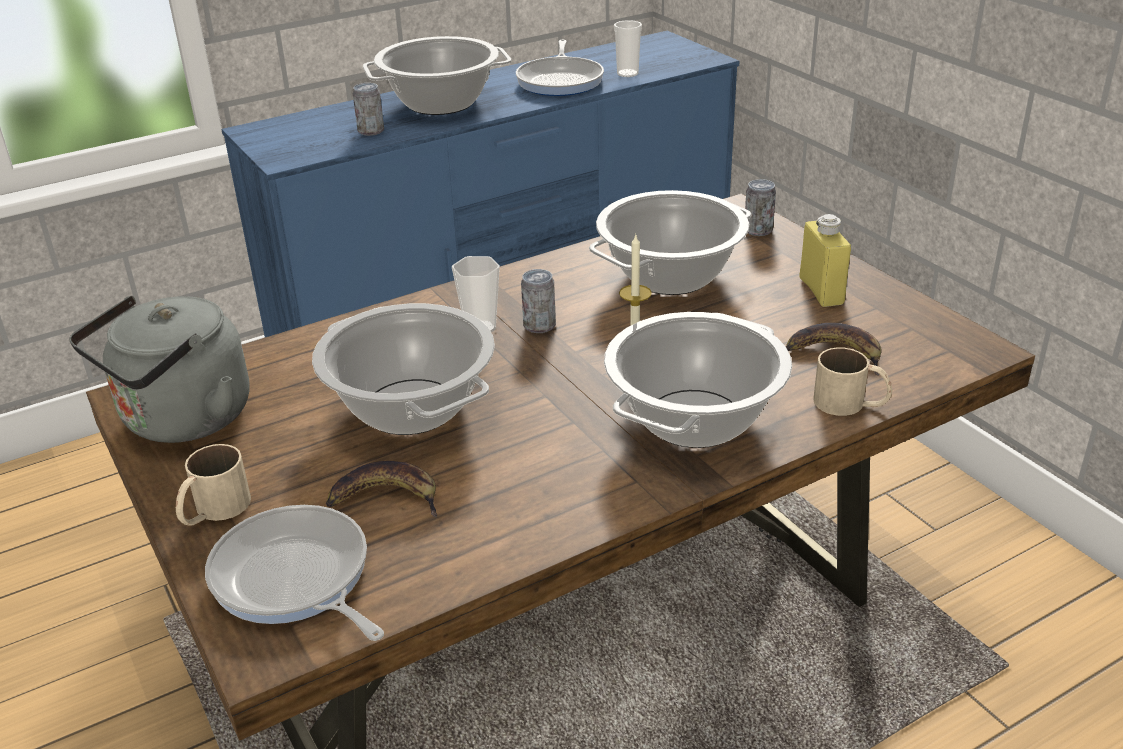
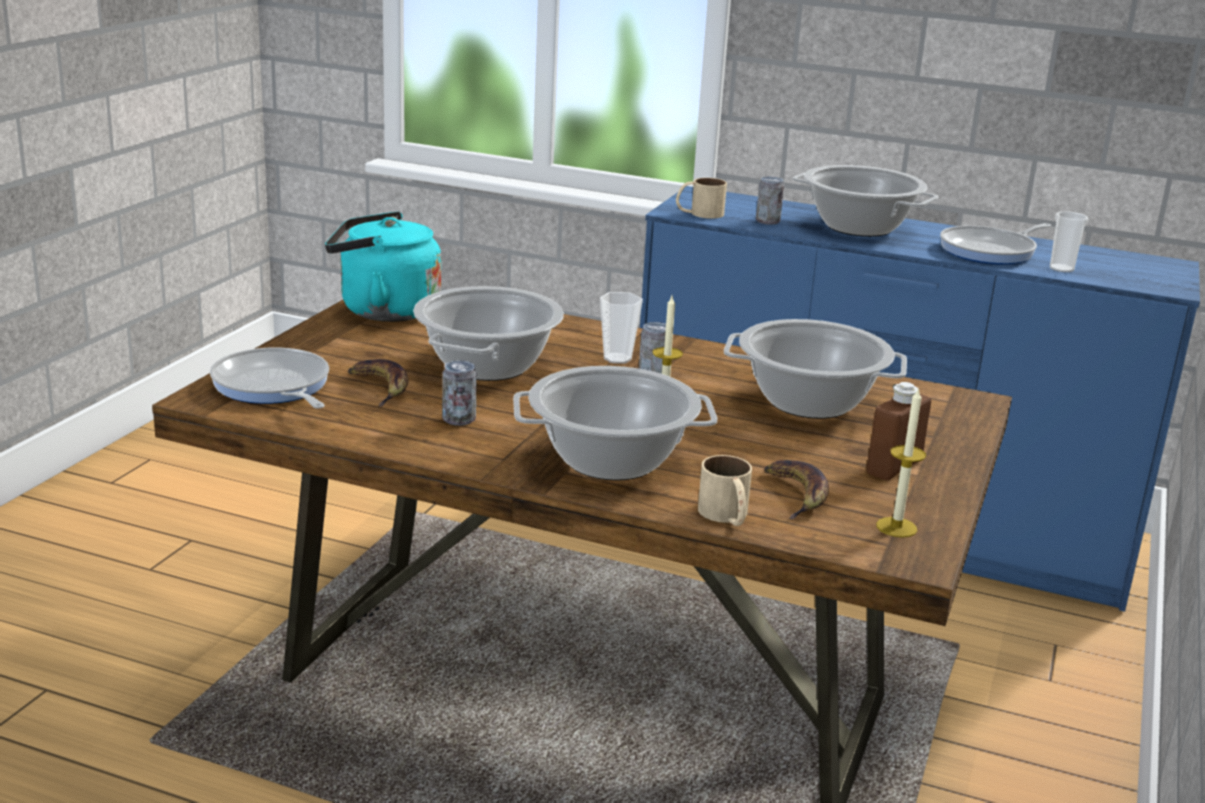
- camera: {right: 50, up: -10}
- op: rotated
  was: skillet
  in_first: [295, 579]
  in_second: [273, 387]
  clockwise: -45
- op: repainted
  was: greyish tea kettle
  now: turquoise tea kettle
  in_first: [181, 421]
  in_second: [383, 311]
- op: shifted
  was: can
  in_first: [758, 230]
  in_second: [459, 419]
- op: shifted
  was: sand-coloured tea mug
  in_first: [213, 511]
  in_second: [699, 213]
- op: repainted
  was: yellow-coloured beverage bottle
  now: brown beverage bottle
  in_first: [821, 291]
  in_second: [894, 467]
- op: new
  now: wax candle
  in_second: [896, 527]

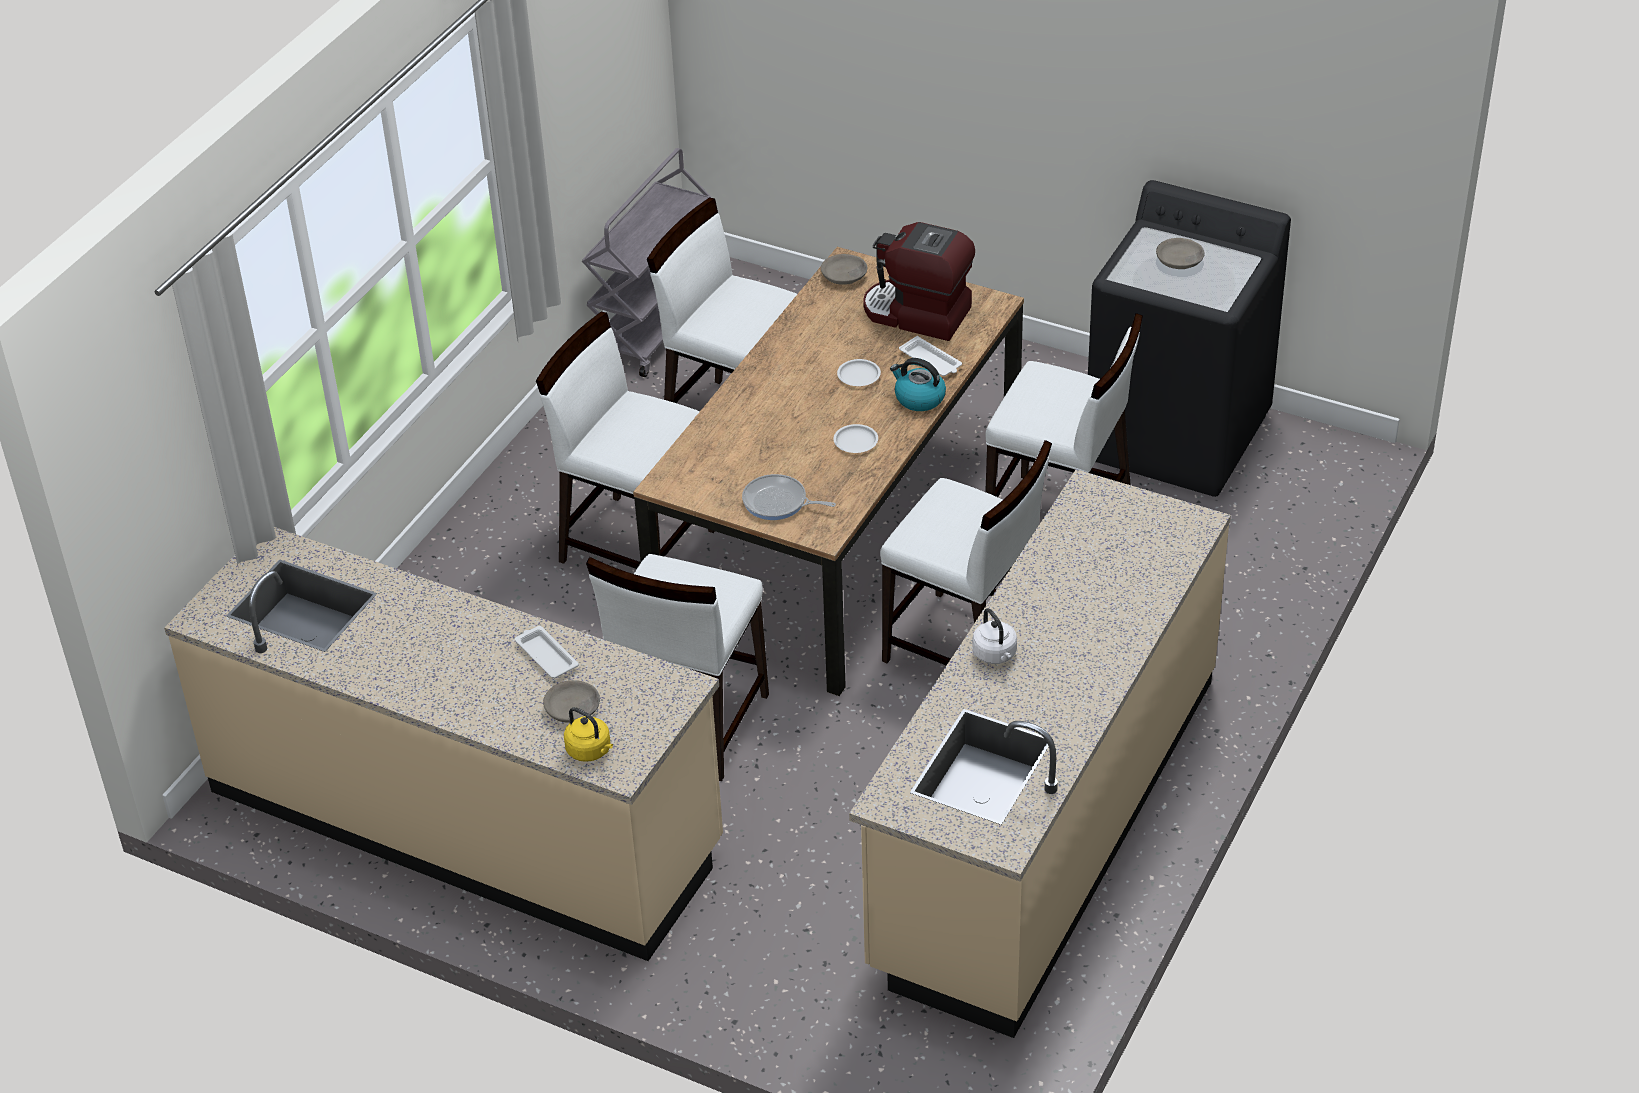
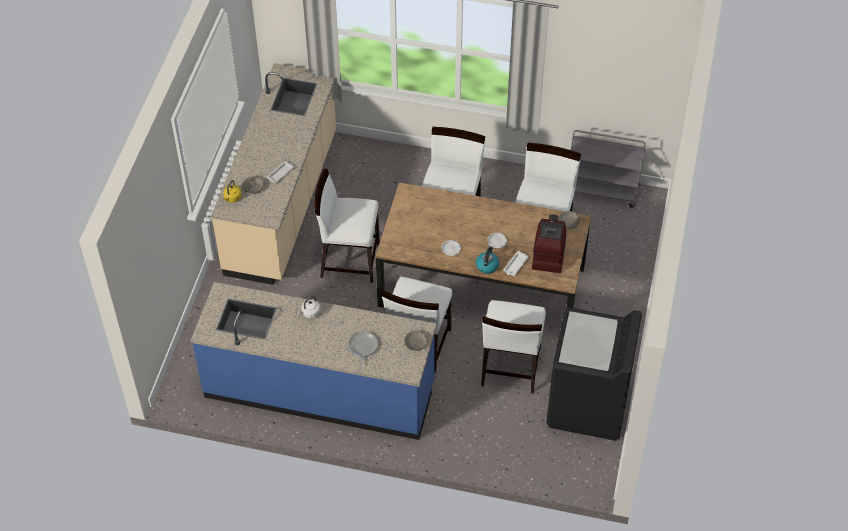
- camera: {right: 75, up: 10}
- op: repainted
  was: sand-coloured kitchen counter
  now: blue-coloured kitchen counter
  in_first: [1043, 823]
  in_second: [320, 389]
- op: shifted
  was: skillet
  in_first: [778, 503]
  in_second: [362, 347]
- op: shifted
  was: greyish deep dish
  in_first: [1180, 261]
  in_second: [415, 343]

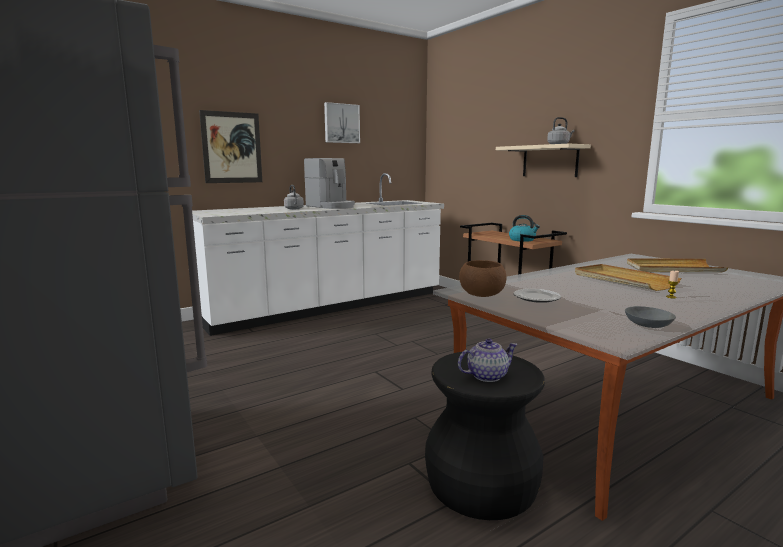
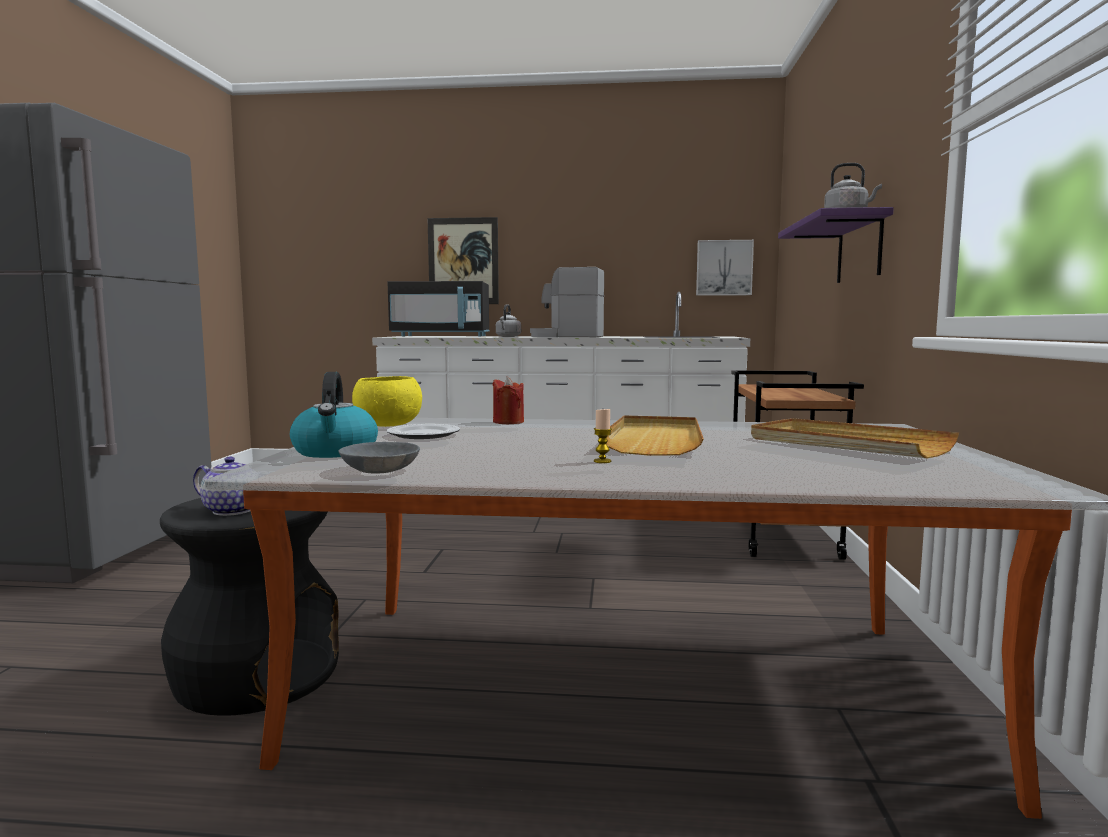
- camera: {right: 40, up: -5}
- op: shifted
  was: tea kettle
  in_first: [522, 240]
  in_second: [335, 452]
- op: repainted
  was: brown deep dish
  now: yellow-coloured deep dish
  in_first: [481, 294]
  in_second: [389, 425]
- op: new
  now: blackish microwave oven
  in_second: [441, 336]
- op: new
  now: reddish wax candle
  in_second: [508, 422]
- op: rotated
  was: coffee machine
  in_first: [331, 206]
  in_second: [567, 336]
  clockwise: 105
- op: shifted
  was: wall picture
  in_first: [341, 123]
  in_second: [724, 268]
- op: repainted
  was: sand-coloured bracket shelf
  now: purple bracket shelf
  in_first: [550, 161]
  in_second: [859, 250]

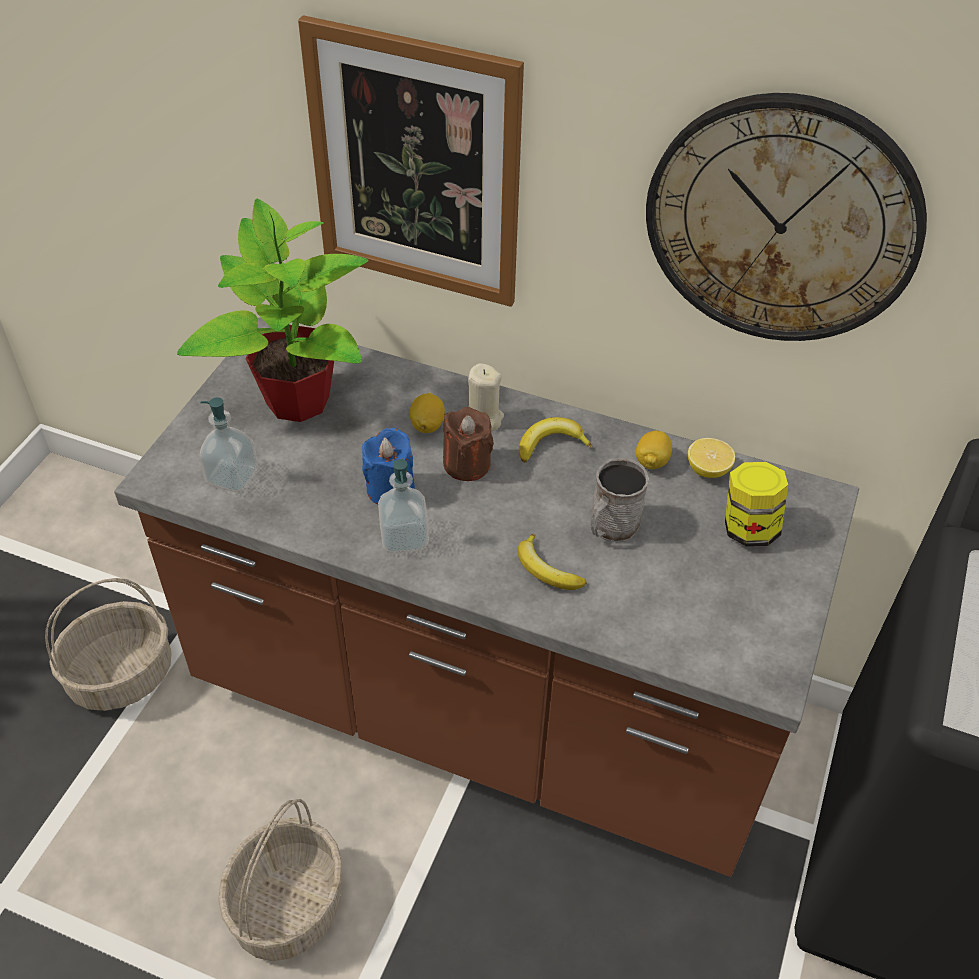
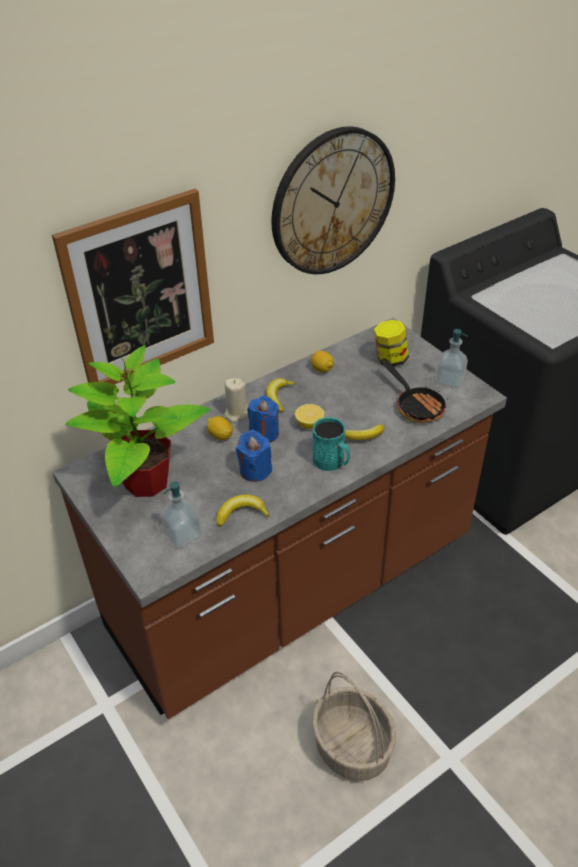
- camera: {right: -55, up: -5}
- op: new
  now: banana fruit
  in_second: [241, 514]
- op: repainted
  was: brown wax candle
  now: blue-coloured wax candle
  in_first: [467, 464]
  in_second: [264, 433]
- op: shifted
  was: lemon
  in_first: [708, 470]
  in_second: [309, 424]
- op: new
  now: turquoise tea mug
  in_second: [332, 462]
- op: new
  now: skillet
  in_second: [415, 405]
- op: shifted
  was: soap bottle
  in_first: [404, 538]
  in_second: [449, 380]
- op: gone
  was: storage basket
  in_first: [121, 677]
- op: gone
  was: greyish tea mug
  in_first: [610, 527]

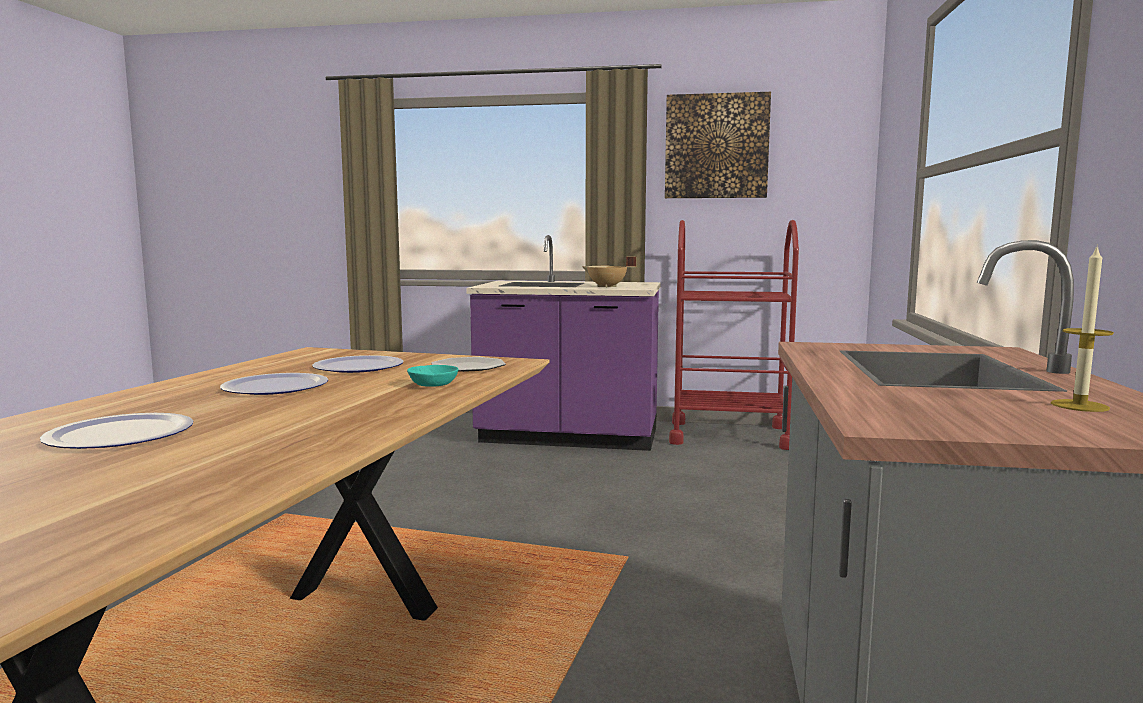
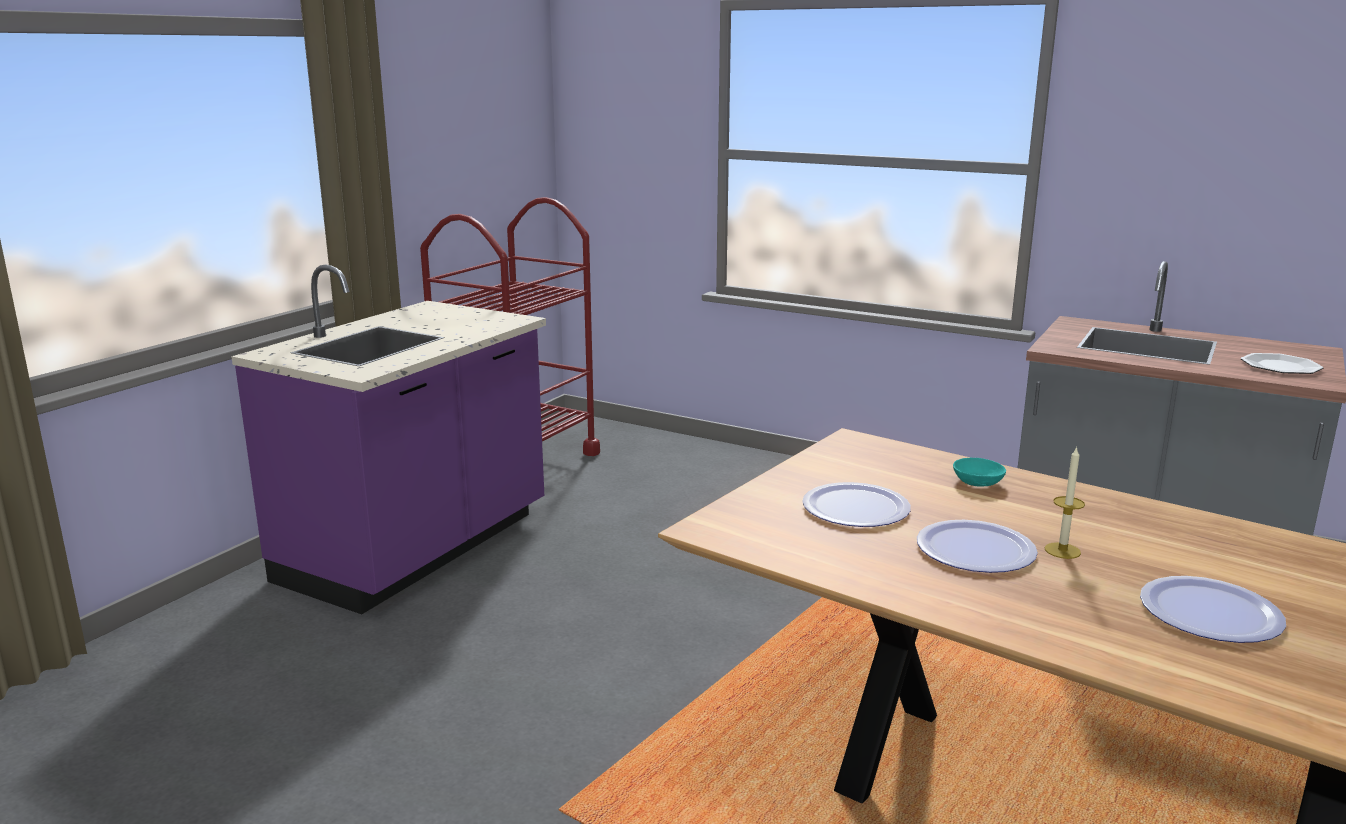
- camera: {right: -70, up: 10}
- op: shifted
  was: wax candle
  in_first: [1079, 406]
  in_second: [1062, 550]
- op: shifted
  was: plate
  in_first: [468, 367]
  in_second: [1280, 366]
- op: gone
  was: sand-coloured stockpot
  in_first: [607, 287]
- op: gone
  was: wall picture
  in_first: [716, 146]

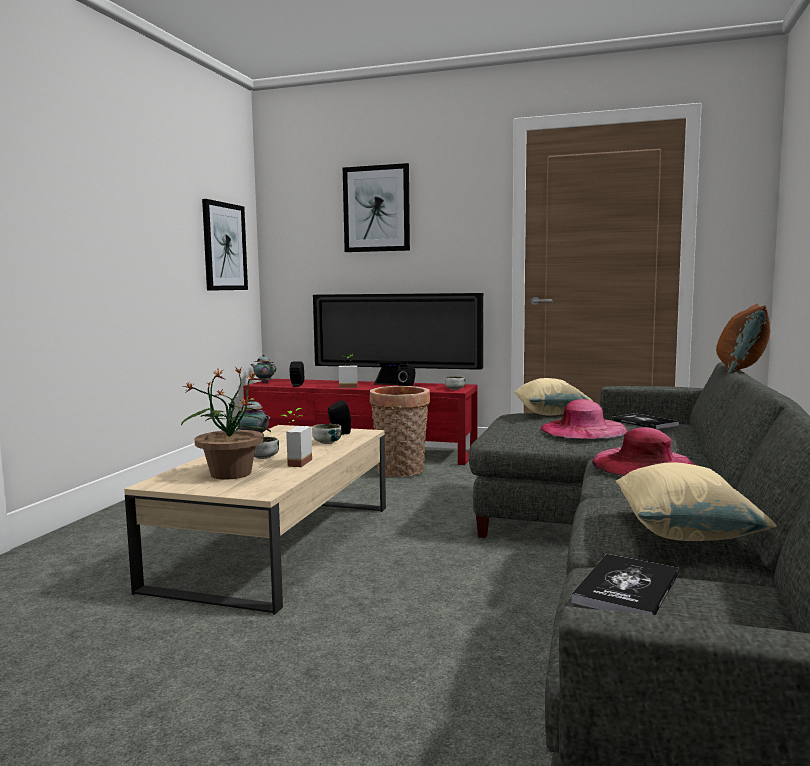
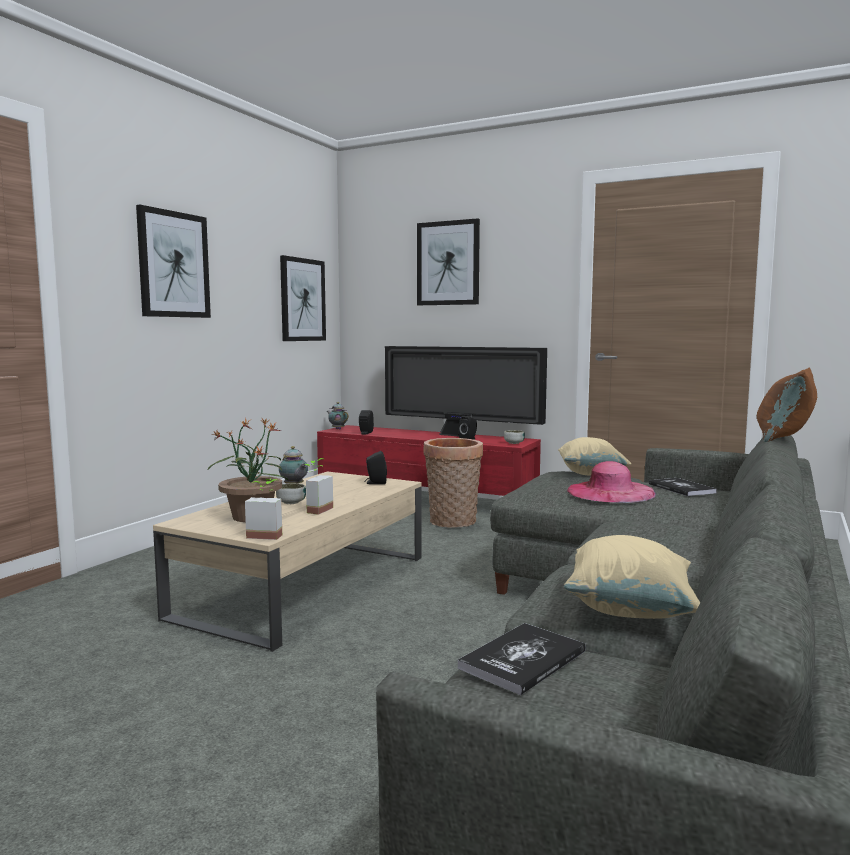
- camera: {right: 10, up: 0}
- op: new
  now: wall picture
  in_second: [173, 264]
- op: shifted
  was: potted plant
  in_first: [348, 386]
  in_second: [266, 534]
- op: gone
  was: deep dish
  in_first: [327, 442]
- op: gone
  was: pink-coloured wearable hat
  in_first: [644, 464]

